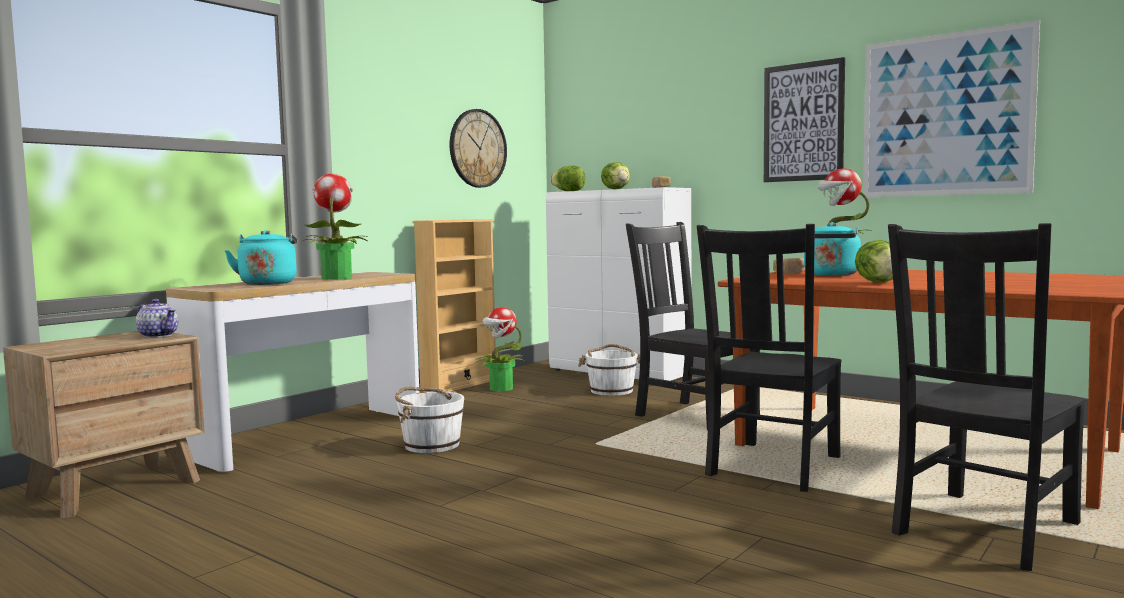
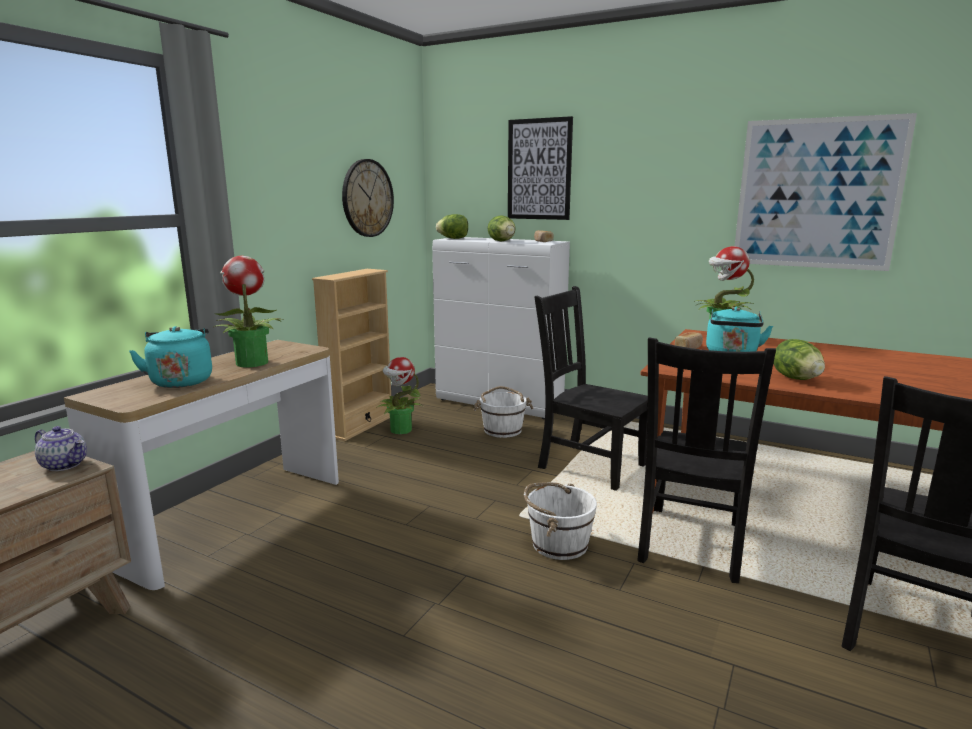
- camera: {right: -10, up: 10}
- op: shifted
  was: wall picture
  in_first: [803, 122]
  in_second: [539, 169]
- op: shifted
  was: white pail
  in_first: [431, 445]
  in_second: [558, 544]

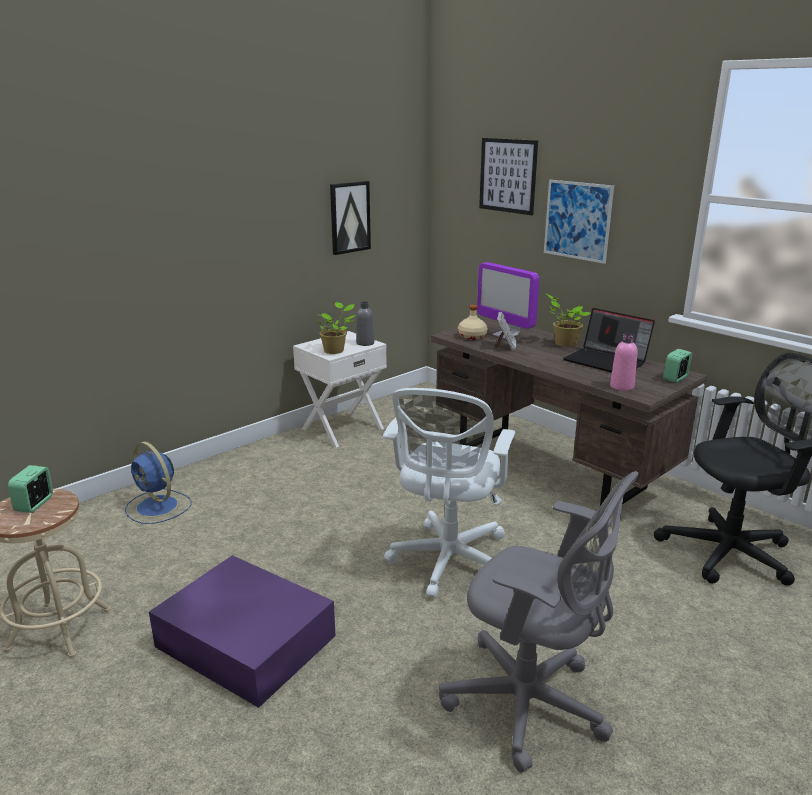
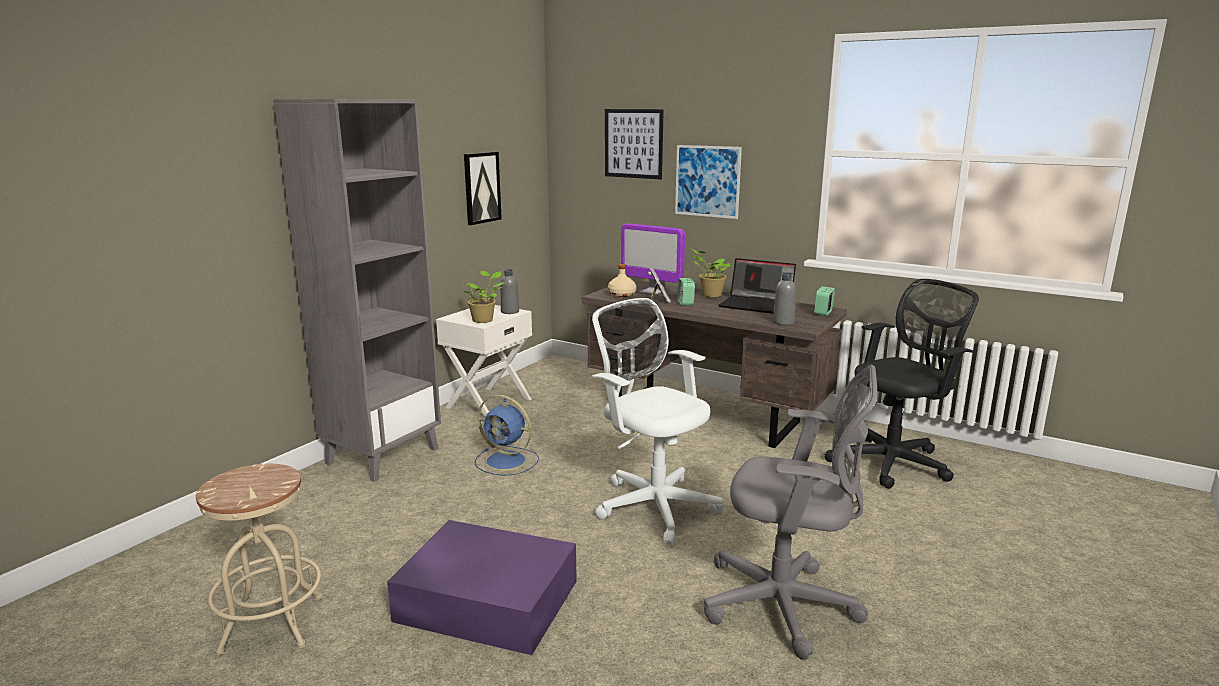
- camera: {right: -15, up: -5}
- op: new
  now: greyish bookcase
  in_second: [383, 455]
- op: shifted
  was: blue-coloured electric fan
  in_first: [158, 507]
  in_second: [507, 461]
- op: rotated
  was: white desk chair
  in_first: [448, 562]
  in_second: [653, 504]
  clockwise: 135
- op: shifted
  was: table clock
  in_first: [35, 504]
  in_second: [685, 303]
- op: repainted
  was: pink-coloured beverage bottle
  now: greyish beverage bottle
  in_first: [621, 387]
  in_second: [783, 322]

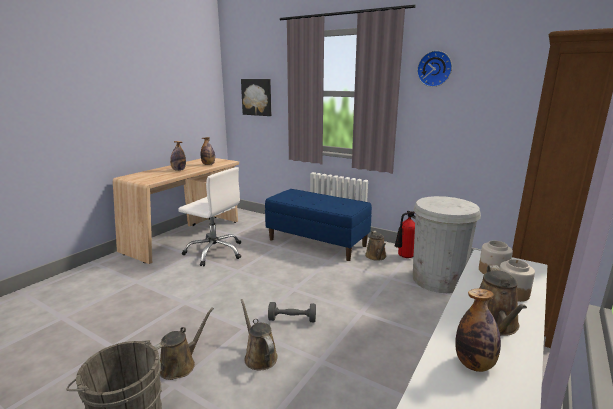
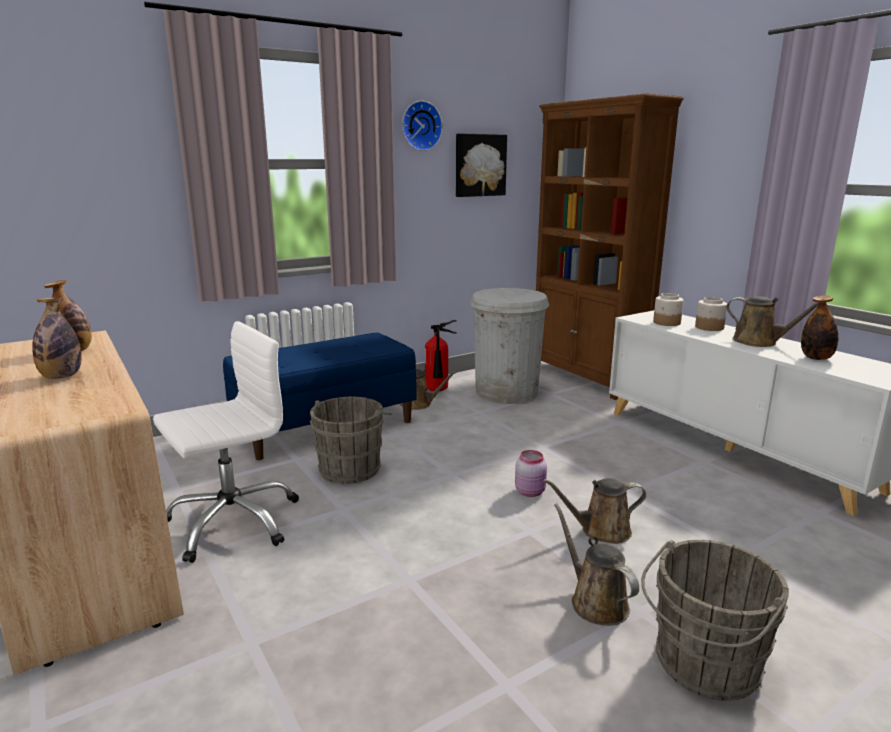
- camera: {right: -65, up: 0}
- op: new
  now: greyish pail
  in_second: [352, 467]
- op: shifted
  was: wall picture
  in_first: [257, 97]
  in_second: [479, 165]
- op: swapped
  was: greyish dumbbell
  now: pink-coloured jar
  in_first: [292, 319]
  in_second: [530, 492]

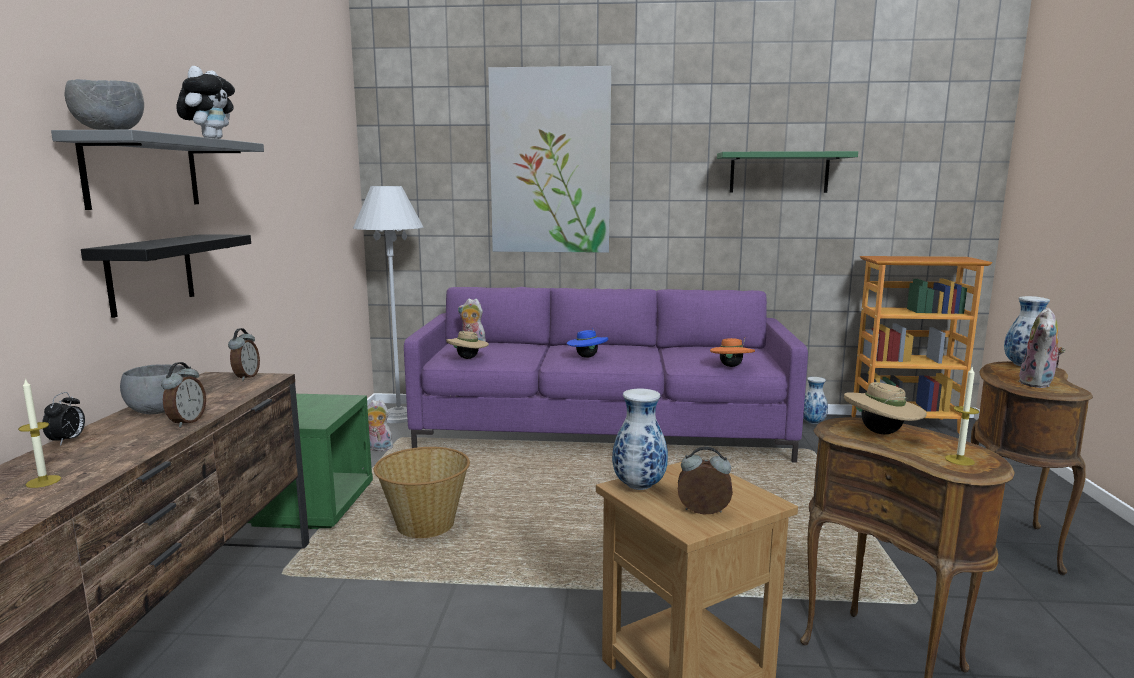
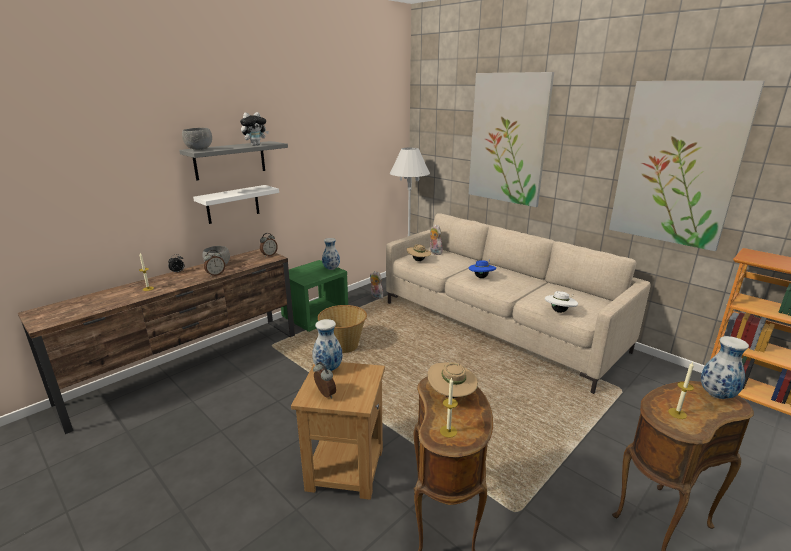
- camera: {right: 40, up: 10}
- op: repainted
  was: blackish bracket shelf
  now: white bracket shelf
  in_first: [151, 273]
  in_second: [233, 204]
- op: shifted
  was: flower vase
  in_first: [813, 422]
  in_second: [331, 269]
- op: repainted
  was: purple sofa
  now: sand-coloured sofa
  in_first: [602, 433]
  in_second: [497, 326]
- op: repainted
  was: orange wearable hat
  now: white wearable hat
  in_first: [731, 366]
  in_second: [559, 311]
- op: swapped
  was: green-coloured bracket shelf
  now: wall picture
  in_first: [779, 173]
  in_second: [677, 164]
- op: swapped
  was: cuddly toy
  now: wax candle
  in_first: [1038, 384]
  in_second: [677, 413]

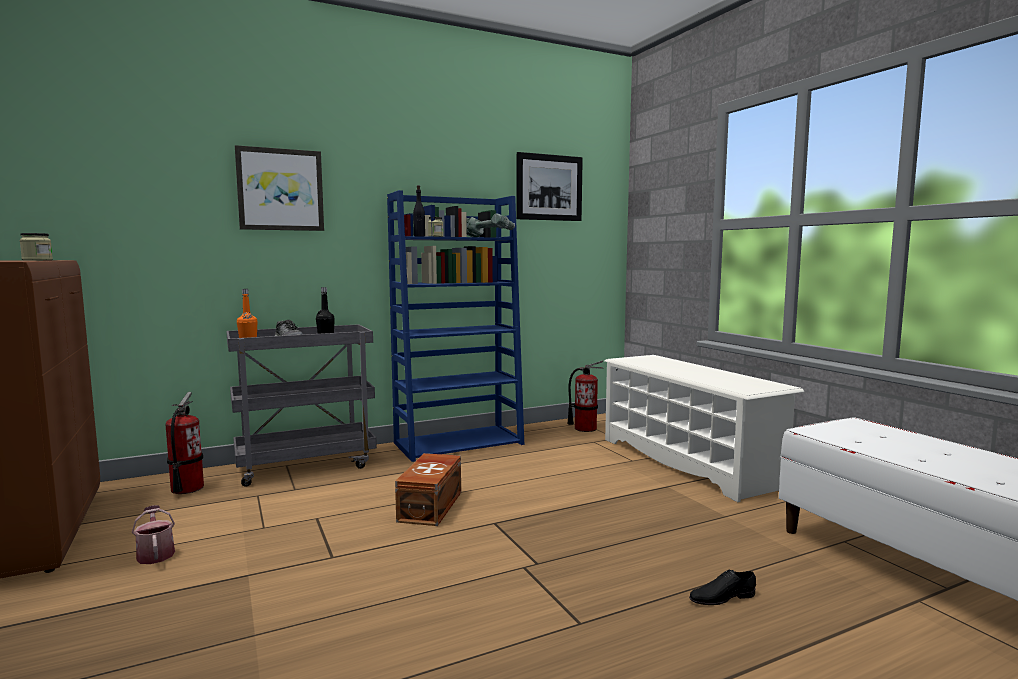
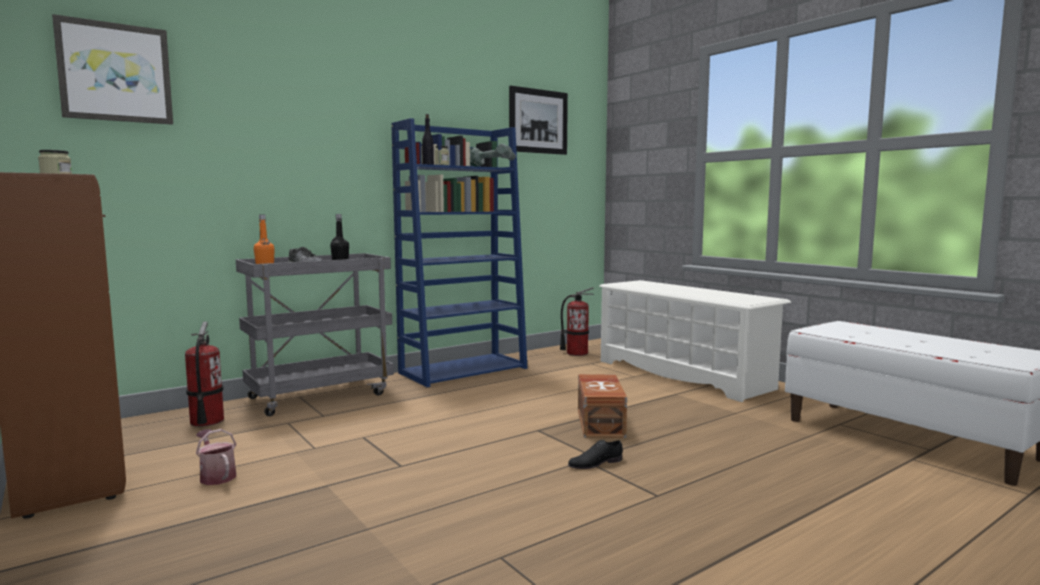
- camera: {right: -10, up: 0}
- op: shifted
  was: wall picture
  in_first: [280, 190]
  in_second: [115, 73]
- op: shifted
  was: blackish shoe
  in_first: [721, 596]
  in_second: [595, 463]
- op: shifted
  was: brown storage box
  in_first: [432, 506]
  in_second: [601, 422]

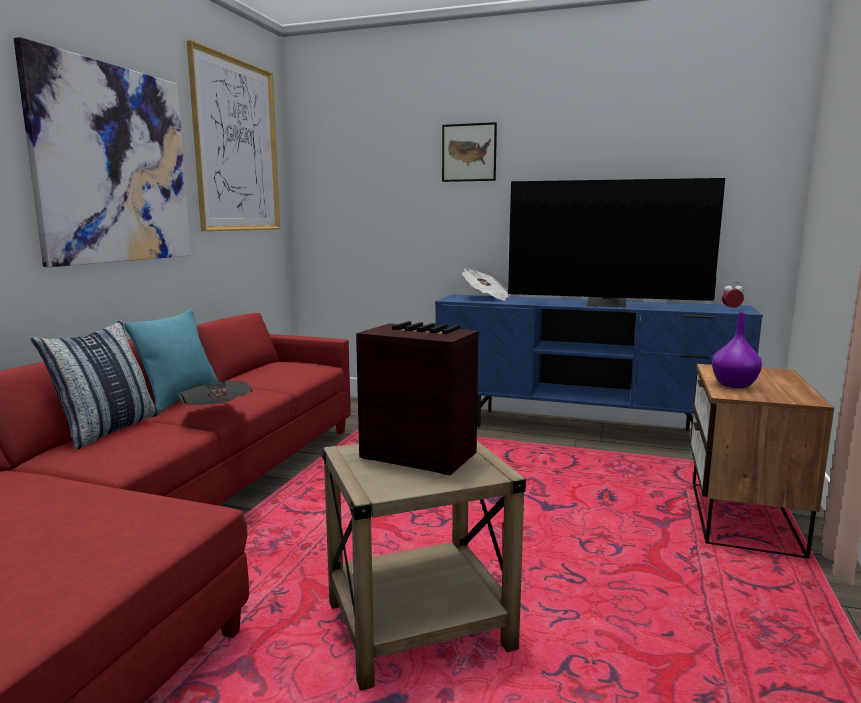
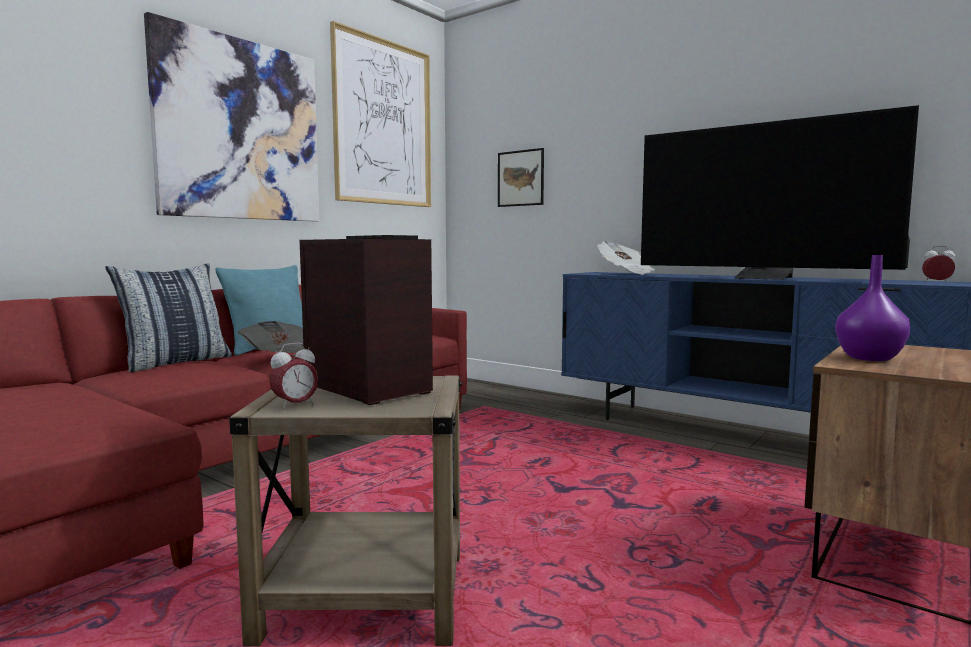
- camera: {right: 20, up: -5}
- op: new
  now: table clock
  in_second: [295, 406]
- op: shifted
  was: wall picture
  in_first: [469, 152]
  in_second: [520, 178]

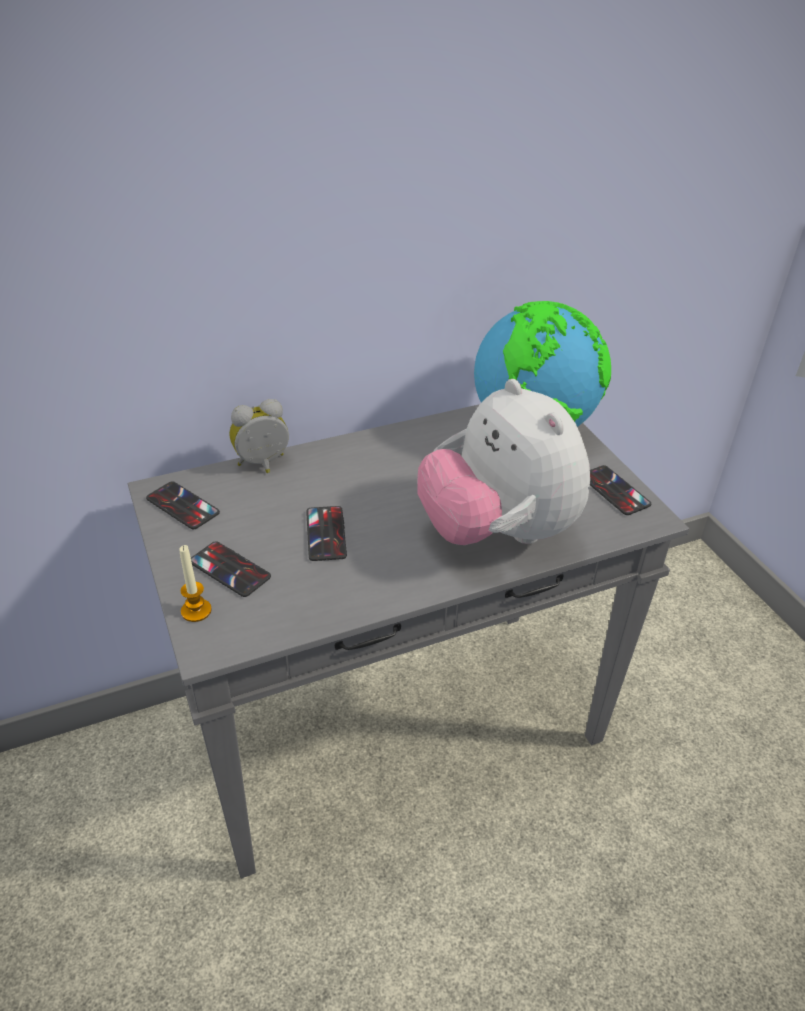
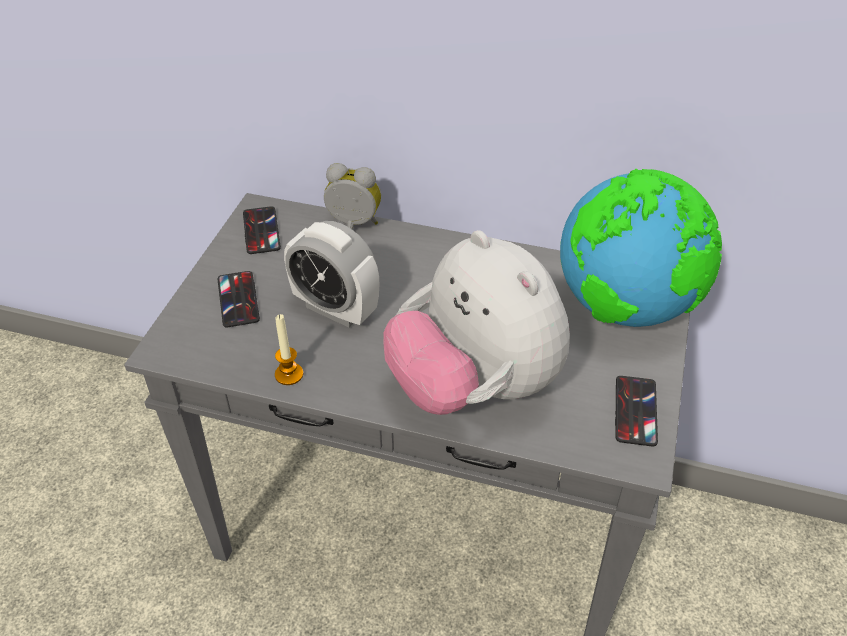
- camera: {right: 40, up: 5}
- op: shifted
  was: wax candle
  in_first: [196, 611]
  in_second: [289, 374]
- op: swapped
  was: handset
  now: table clock
  in_first: [326, 534]
  in_second: [335, 309]
- op: rotated
  was: cuddly toy
  in_first: [497, 532]
  in_second: [474, 387]
  clockwise: -45

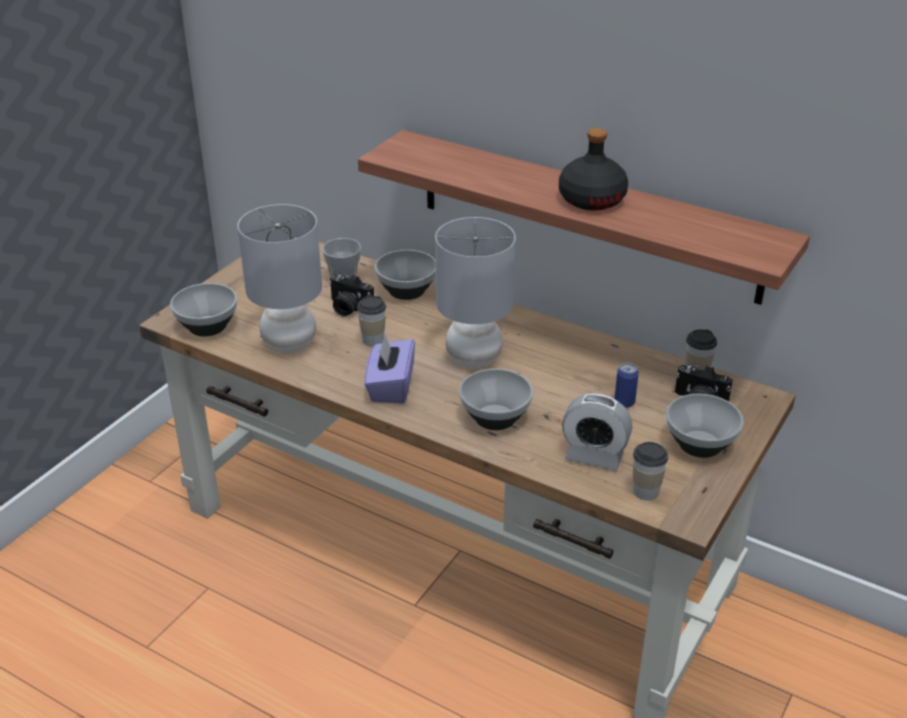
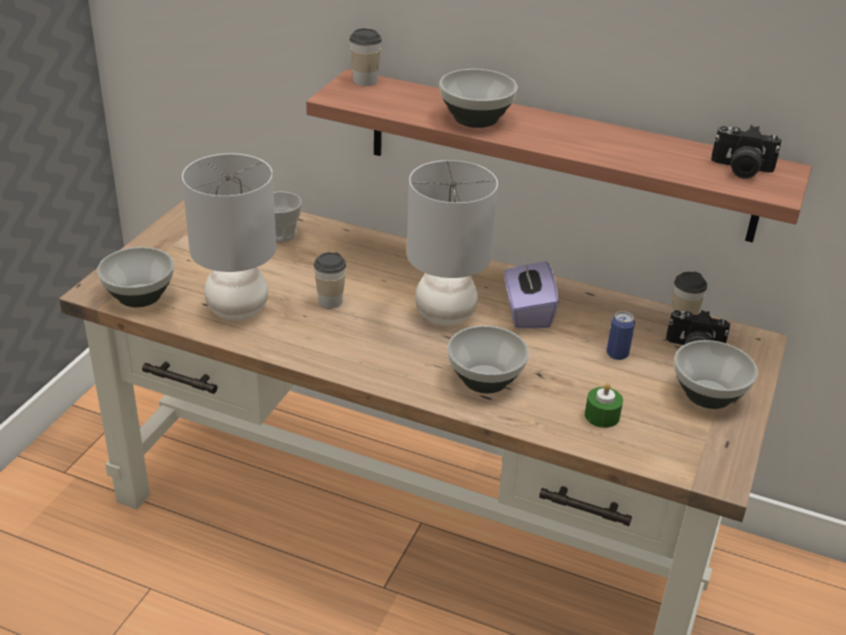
- camera: {right: -10, up: 0}
- op: shifted
  was: cup
  in_first: [645, 491]
  in_second: [365, 81]
- op: shifted
  was: deep dish
  in_first: [407, 291]
  in_second: [476, 119]
- op: shifted
  was: purple tissue box
  in_first: [390, 387]
  in_second: [527, 312]
- op: swapped
  was: table clock
  now: green-coloured wax candle
  in_first: [594, 457]
  in_second: [602, 416]
- op: shifted
  was: still camera
  in_first: [348, 308]
  in_second: [741, 169]
- op: gone
  was: blackish beverage bottle
  in_first: [591, 199]

